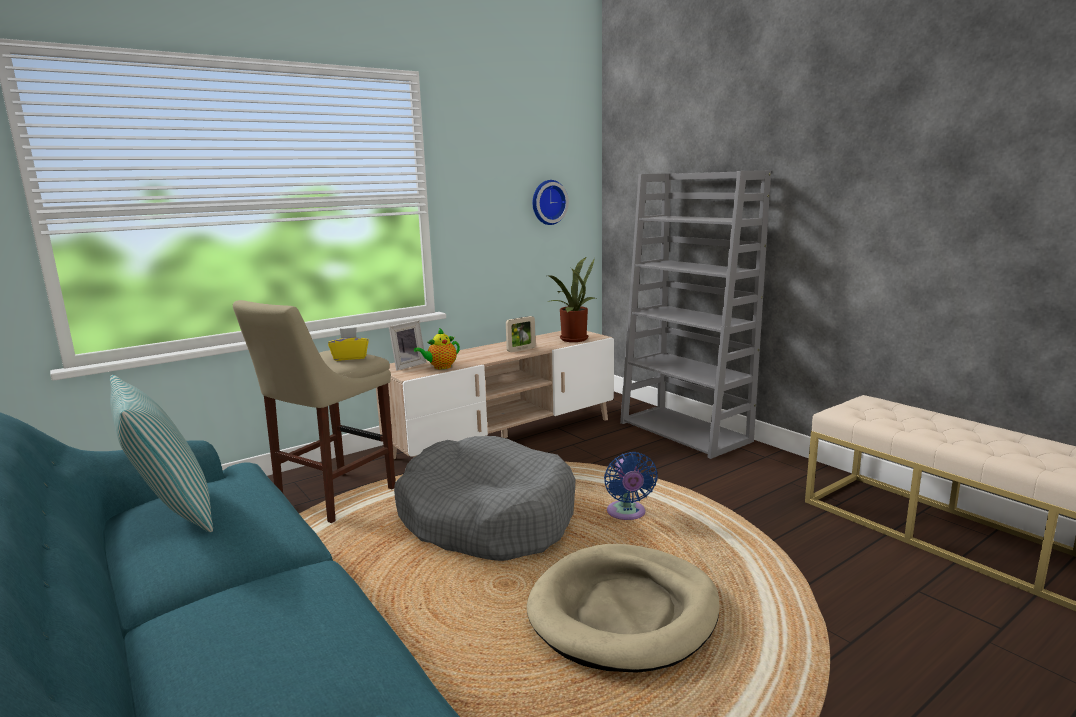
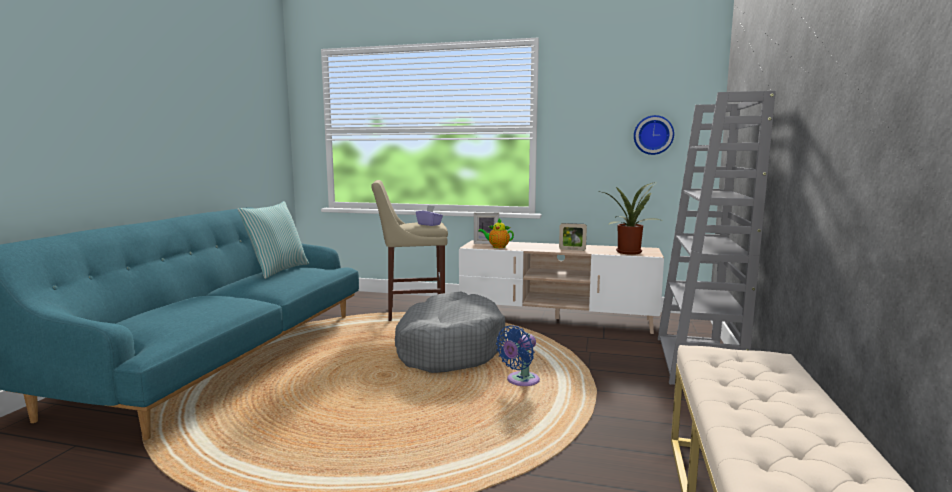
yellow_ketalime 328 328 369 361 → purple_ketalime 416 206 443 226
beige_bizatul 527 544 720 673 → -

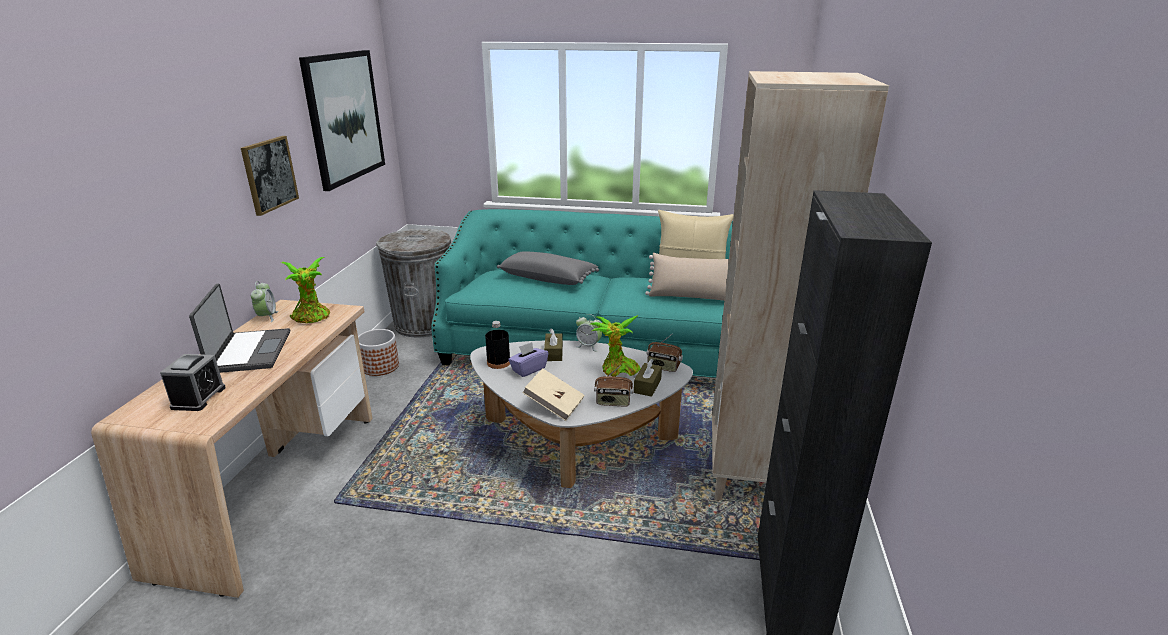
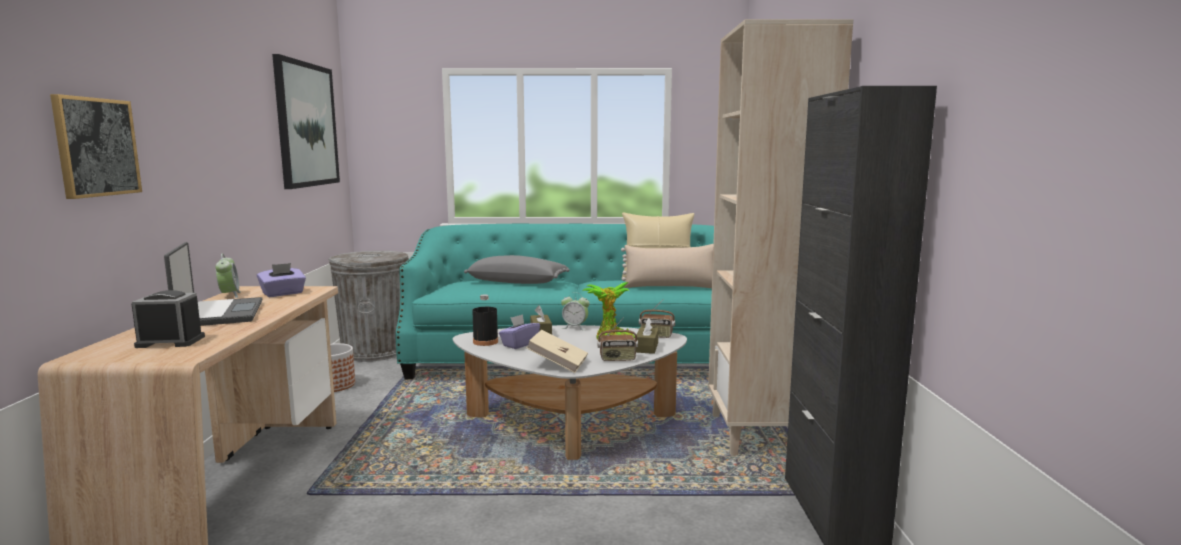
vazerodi 160 354 226 411 → vazerodi 132 290 205 348, 90 degrees counterclockwise
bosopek 241 136 299 216 → bosopek 50 94 142 199, move
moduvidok 281 257 330 323 → purple_ketalime 257 263 306 297

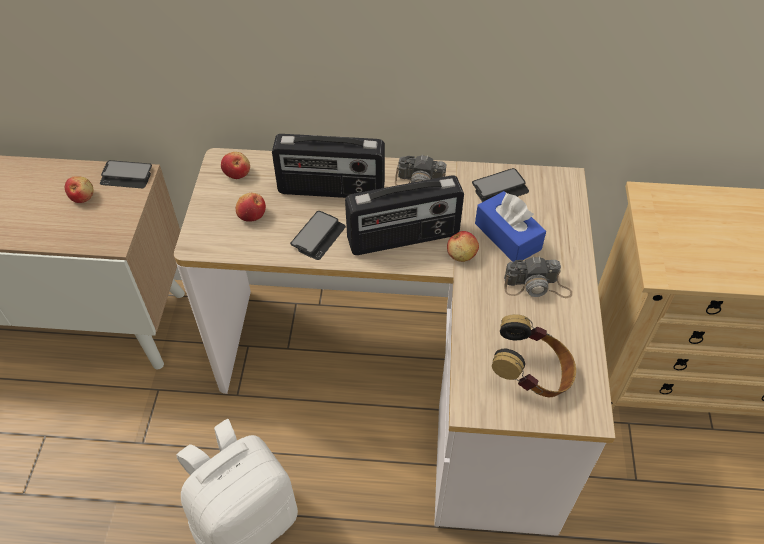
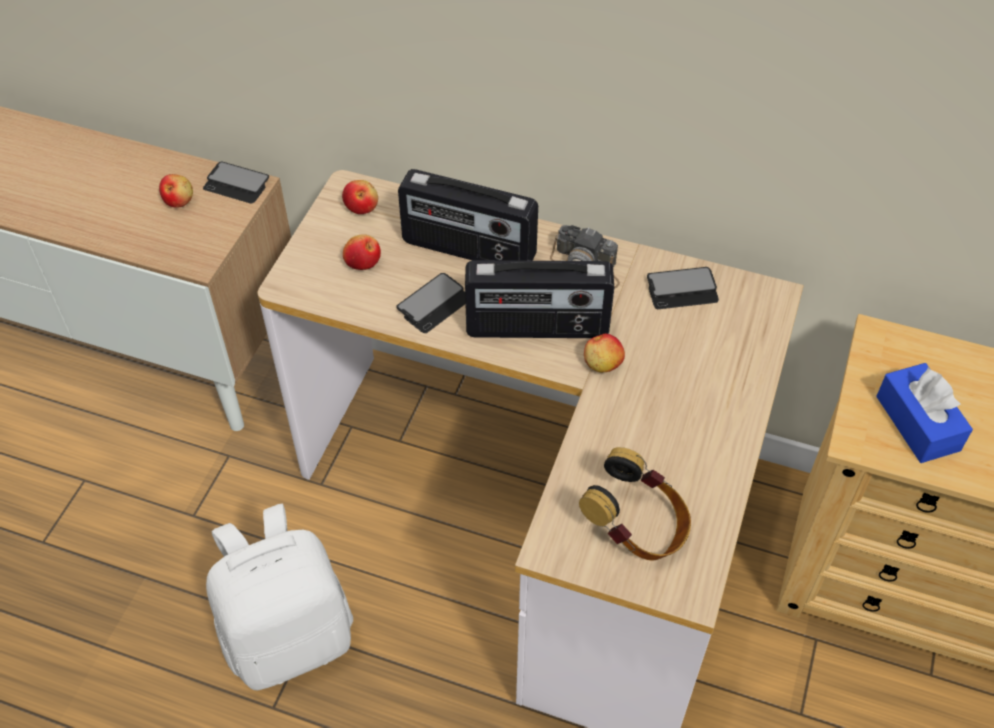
blue_ketalime 475 191 546 262 → blue_ketalime 876 363 973 463, move
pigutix 504 256 572 298 → -

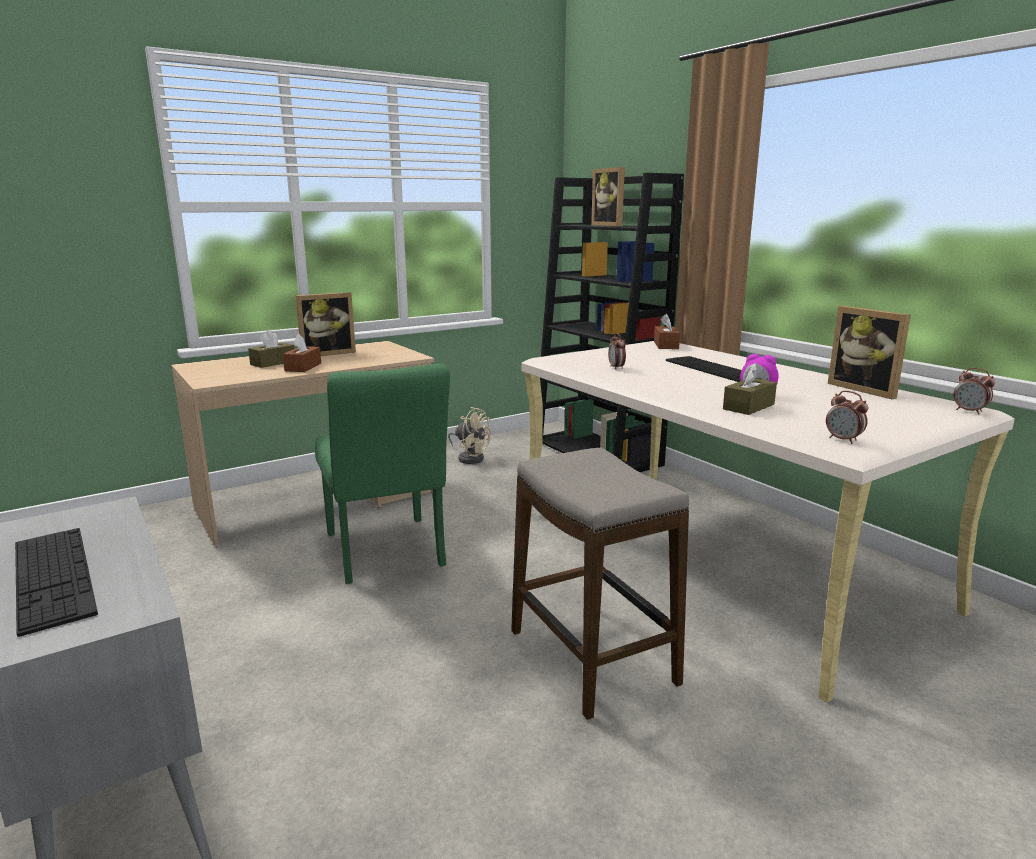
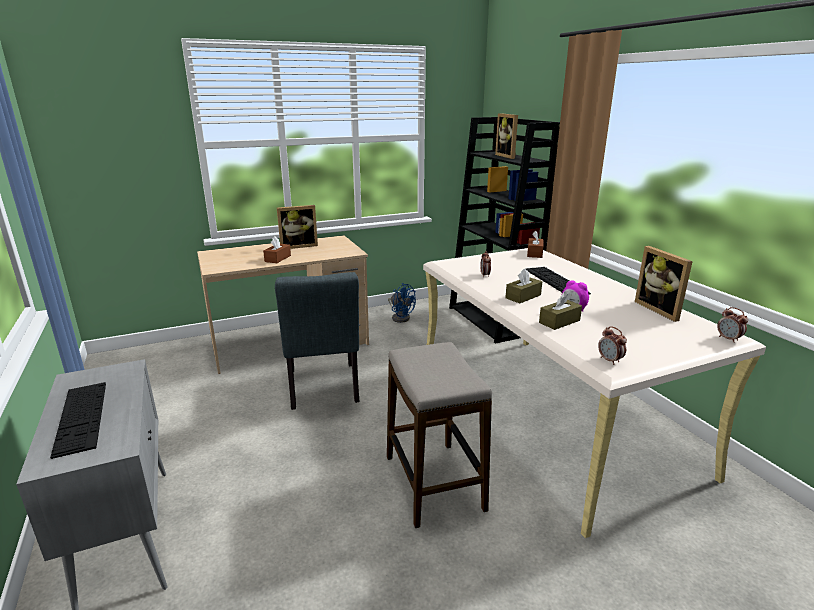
brown_ketalime 248 330 294 368 → brown_ketalime 505 269 542 303, move
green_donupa 315 363 450 584 → grey_donupa 275 272 359 410
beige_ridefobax 448 407 491 464 → blue_ridefobax 388 283 416 323

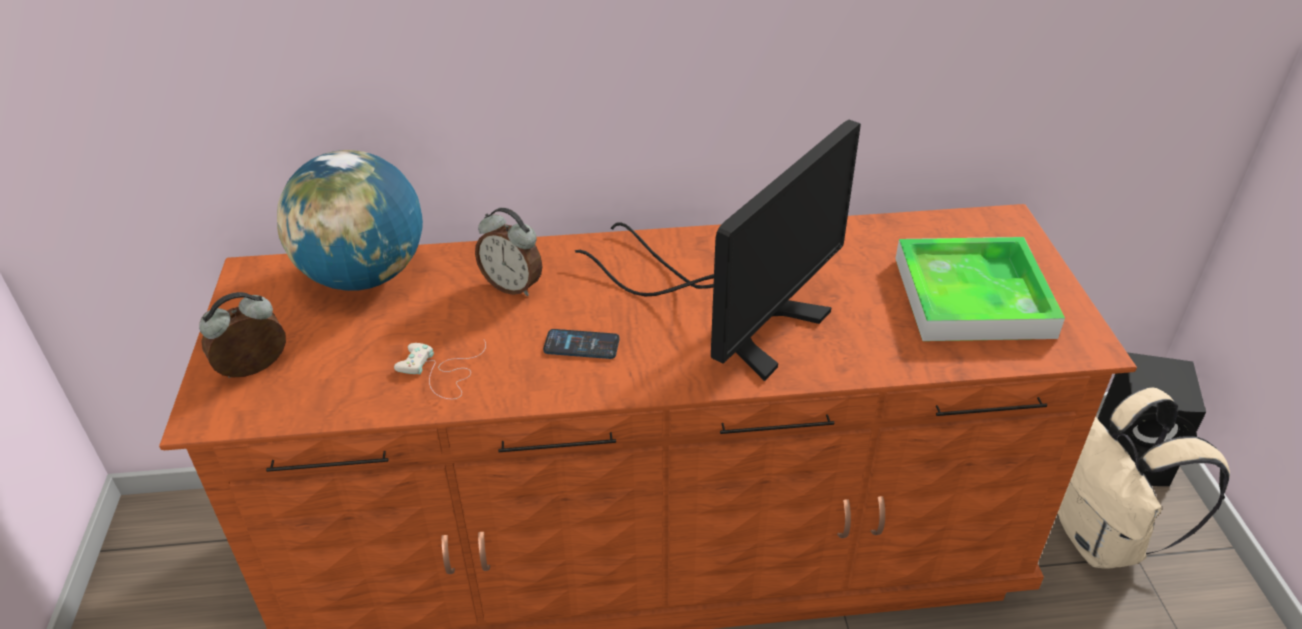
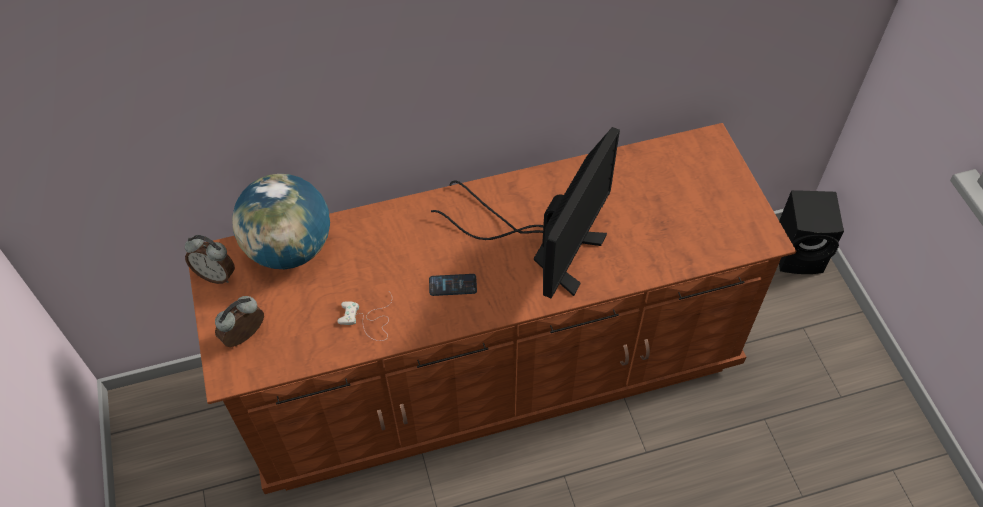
vazerodi 475 208 542 296 → vazerodi 185 235 235 284, move
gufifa 895 237 1065 341 → -
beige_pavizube 1058 387 1230 569 → -

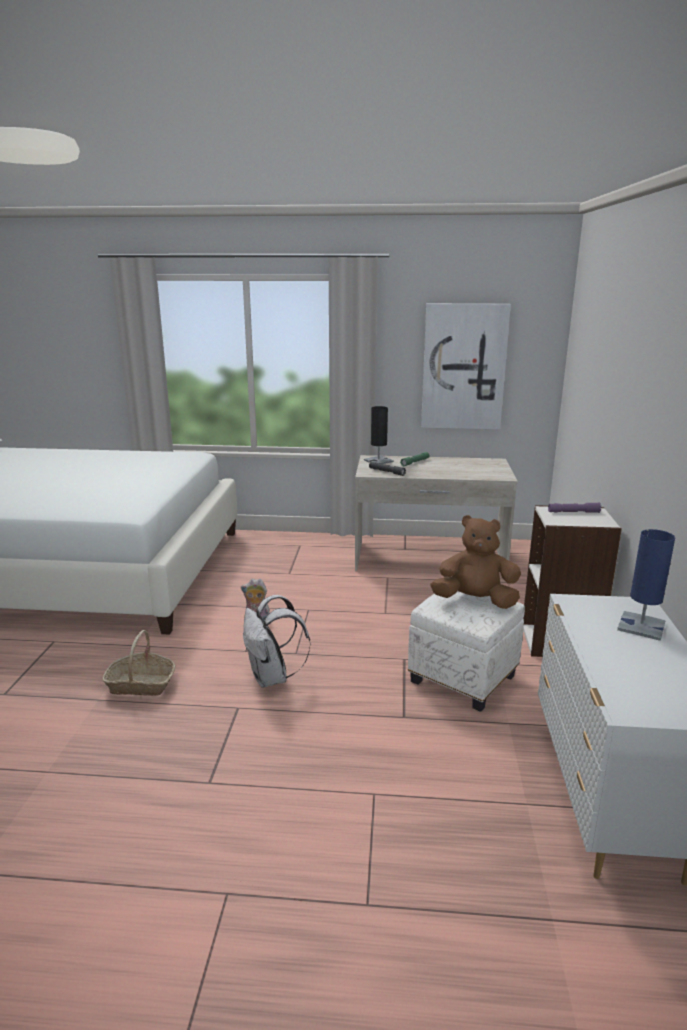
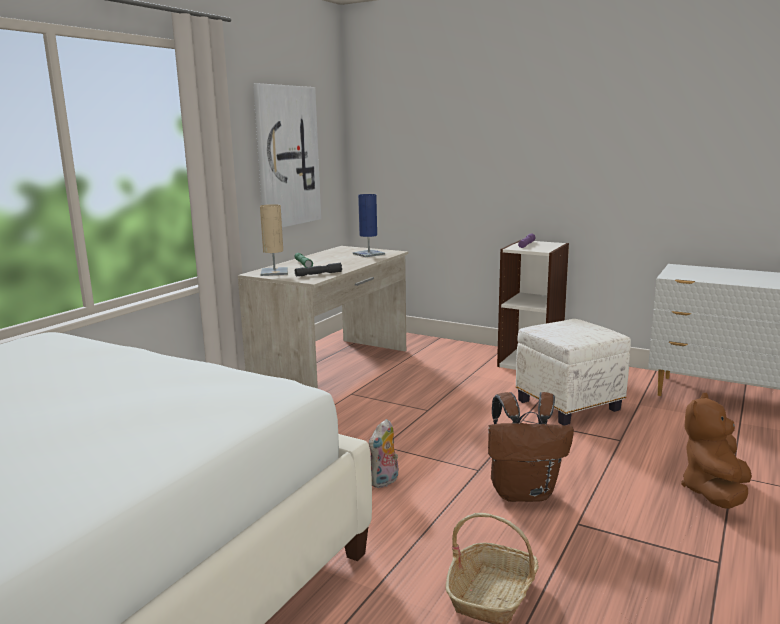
white_pavizube 243 595 310 688 → brown_pavizube 488 392 574 502
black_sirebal 364 406 394 464 → beige_sirebal 260 204 288 276
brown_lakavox 430 515 521 609 → brown_lakavox 681 393 752 509, move
blue_sirebal 617 529 675 641 → blue_sirebal 353 194 385 258, move

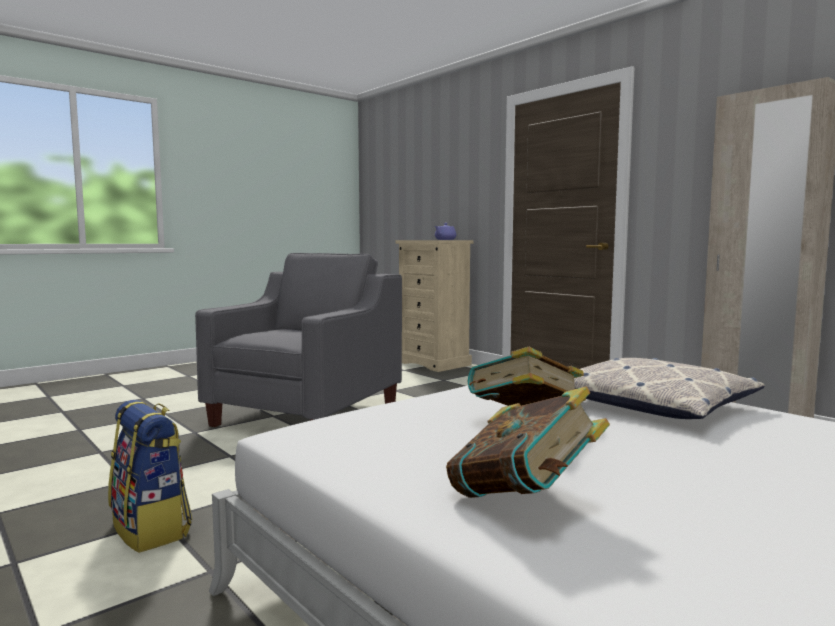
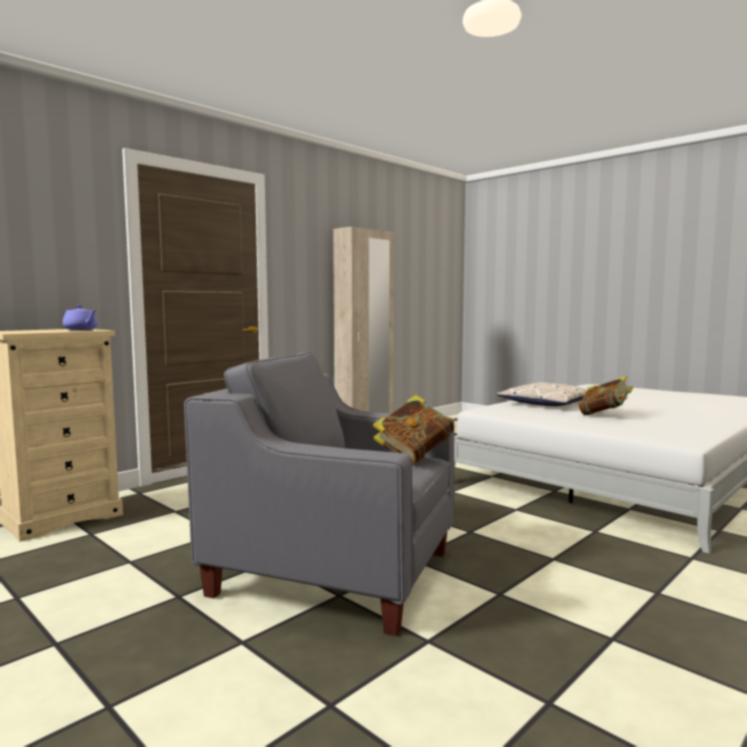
pavizube 108 400 192 553 → -
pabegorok 446 387 610 498 → pabegorok 373 395 454 464, move

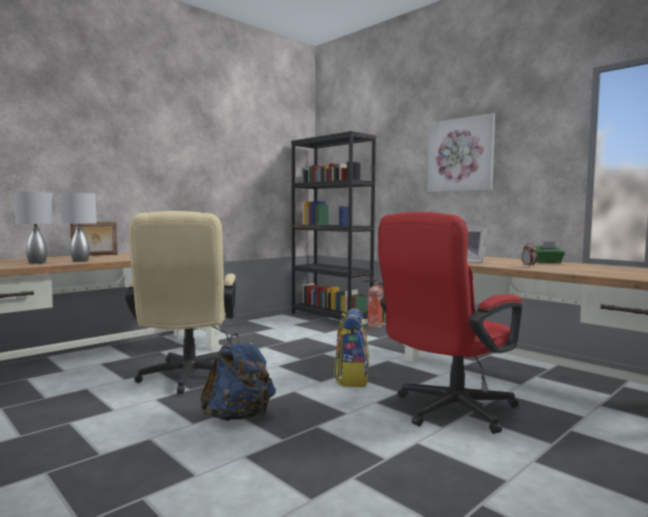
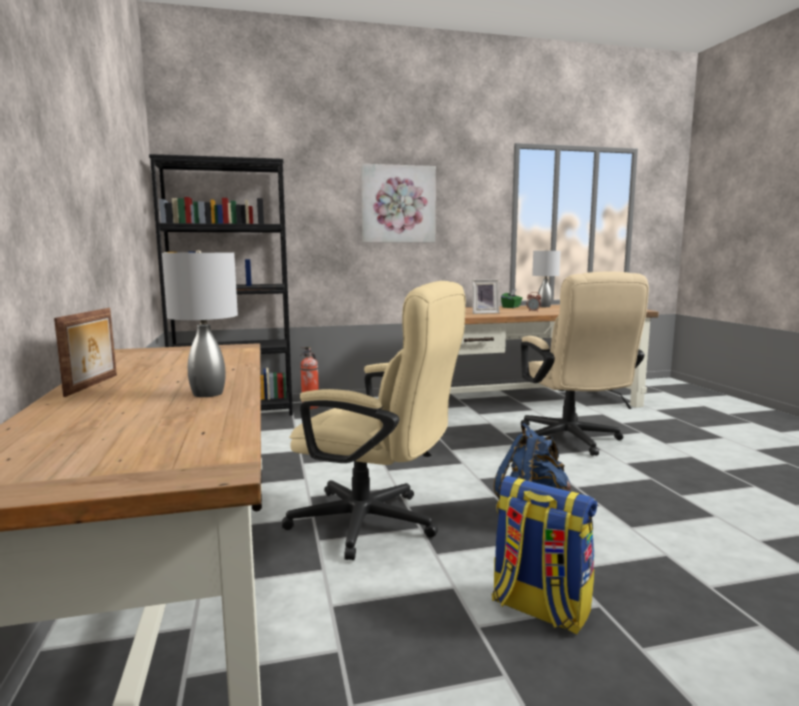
grey_sirebal 14 191 54 264 → grey_sirebal 532 250 561 307, move
pavizube 334 308 369 387 → pavizube 492 476 597 635, move
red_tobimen 378 212 522 434 → beige_tobimen 521 272 649 456

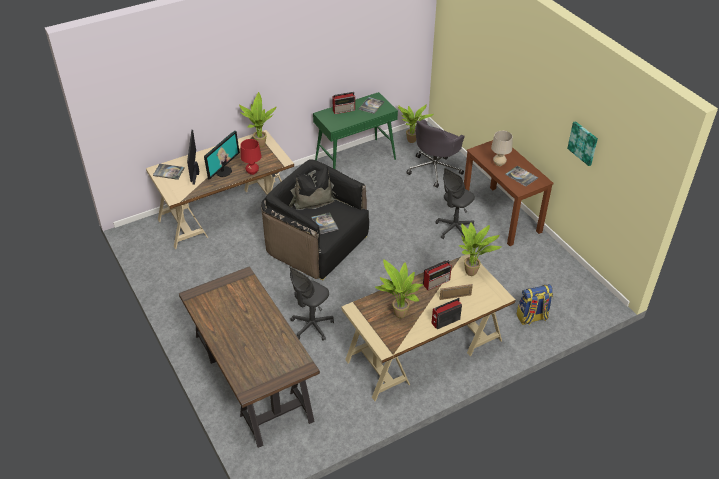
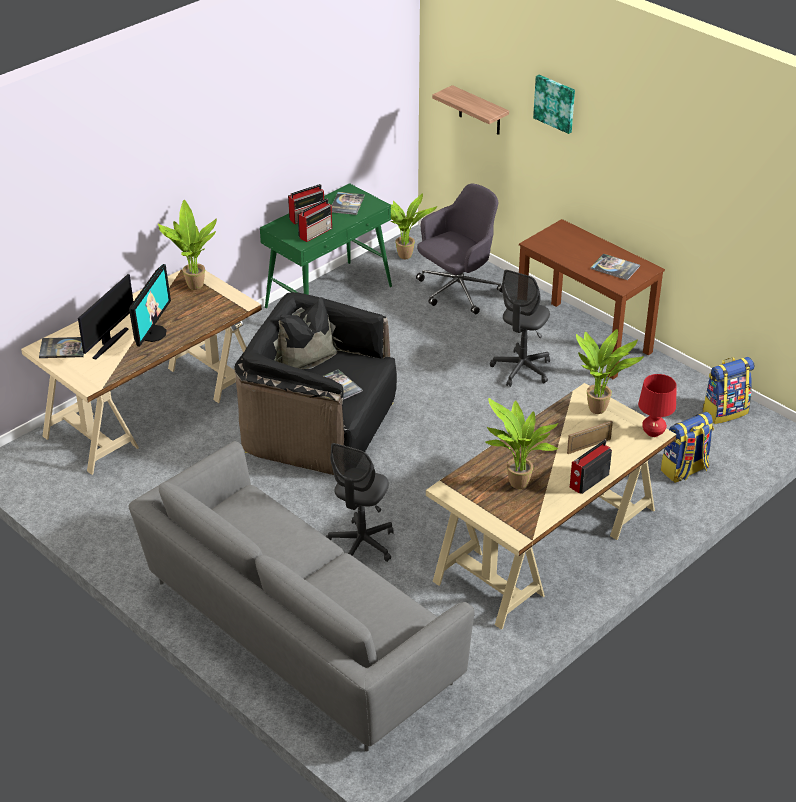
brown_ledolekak 179 266 320 448 → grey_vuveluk 128 441 474 751
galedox 187 130 199 184 → galedox 78 274 133 360, 135 degrees counterclockwise
red_sirebal 240 139 261 175 → red_sirebal 638 374 677 437, move
grey_tobimen 406 119 465 188 → grey_tobimen 416 183 503 314, 150 degrees counterclockwise
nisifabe 423 260 452 290 → nisifabe 298 198 332 242, move
beige_sirebal 491 131 513 166 → -
bosopek 567 121 598 166 → bosopek 533 75 575 134, move
- → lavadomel 432 85 509 135
- → pavizube 702 357 754 424

